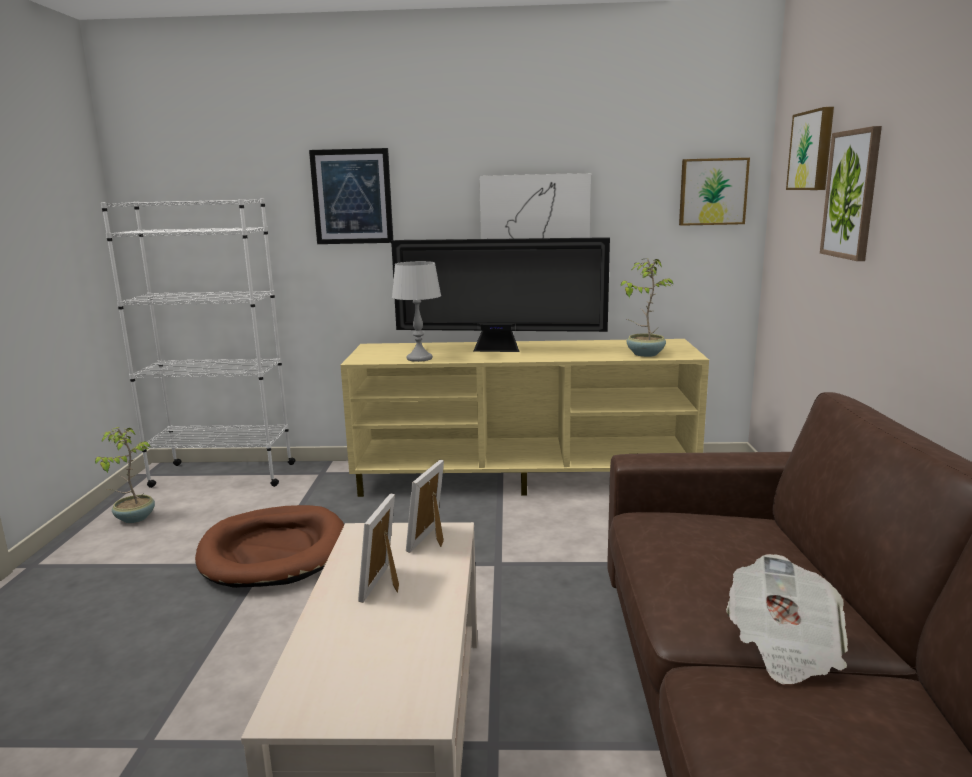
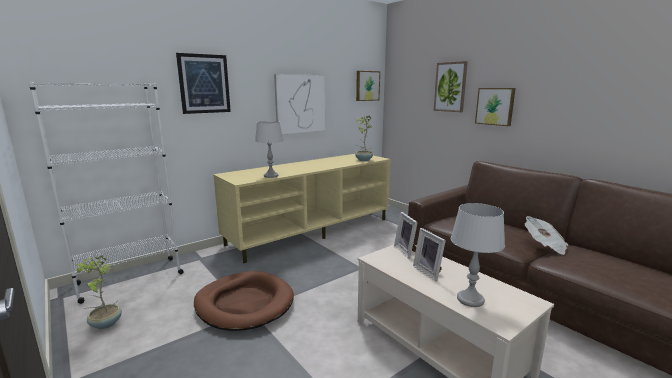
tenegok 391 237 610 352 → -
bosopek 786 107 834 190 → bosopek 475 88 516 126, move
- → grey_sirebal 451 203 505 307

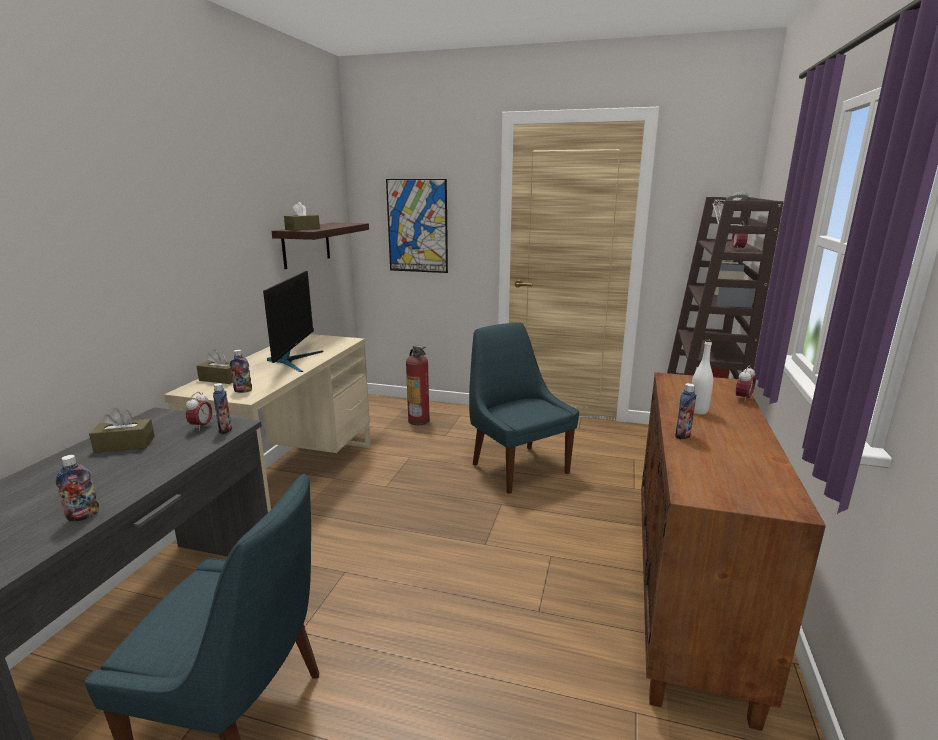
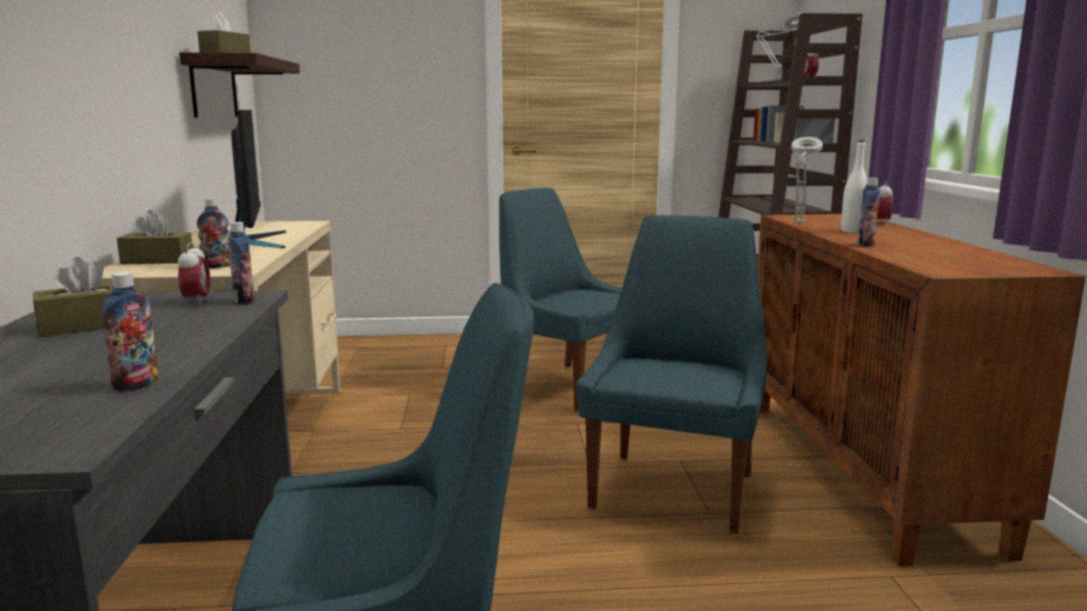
bosopek 386 179 448 273 → -
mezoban 406 345 430 425 → -
- → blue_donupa 576 215 767 534
- → grey_sirebal 791 137 823 223

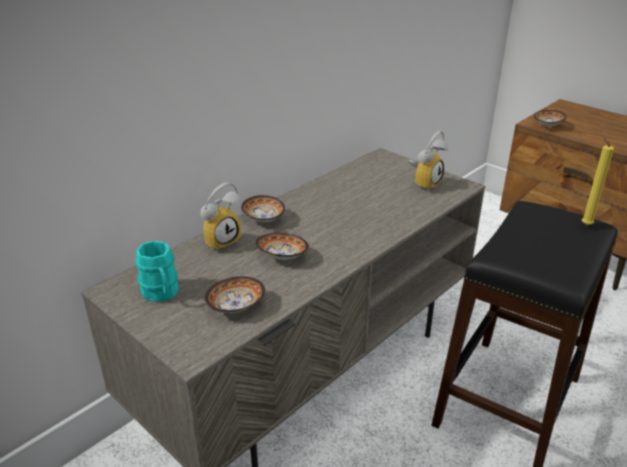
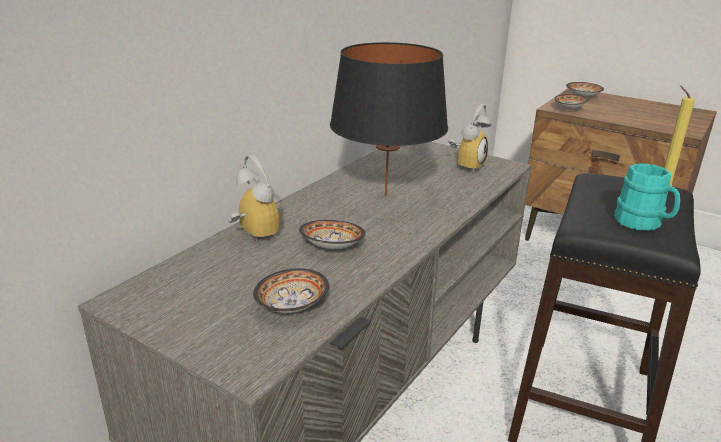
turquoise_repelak 136 241 179 302 → turquoise_repelak 614 164 680 231, move
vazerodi 200 183 242 252 → vazerodi 228 155 280 242, 75 degrees counterclockwise
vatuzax 241 195 285 222 → vatuzax 566 82 604 97, move
- → black_sirebal 330 42 448 196

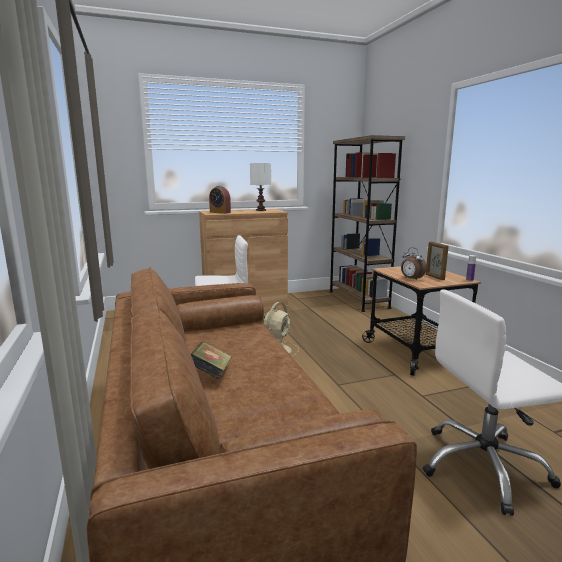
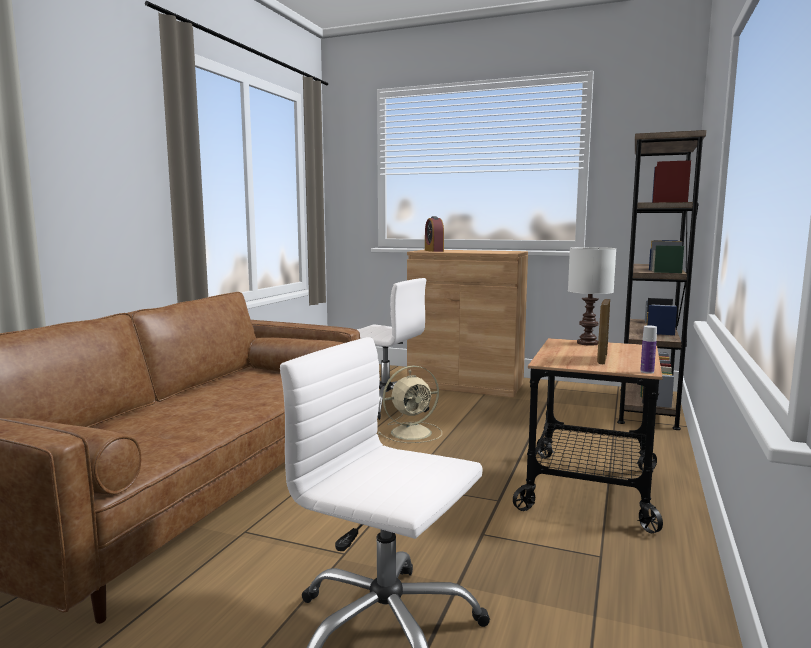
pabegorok 191 341 232 379 → -
white_sirebal 250 163 271 211 → white_sirebal 568 247 616 346, move
vazerodi 401 248 427 281 → -

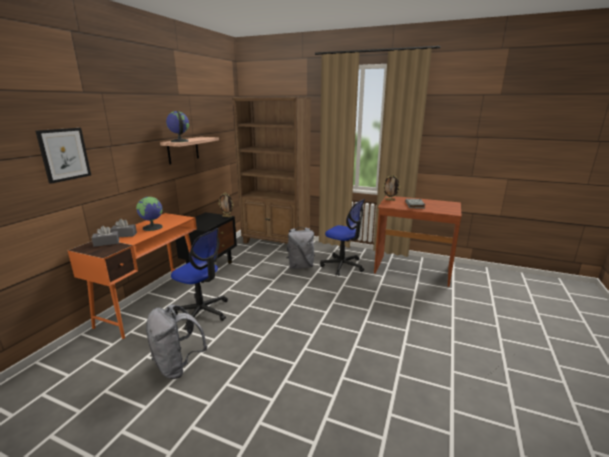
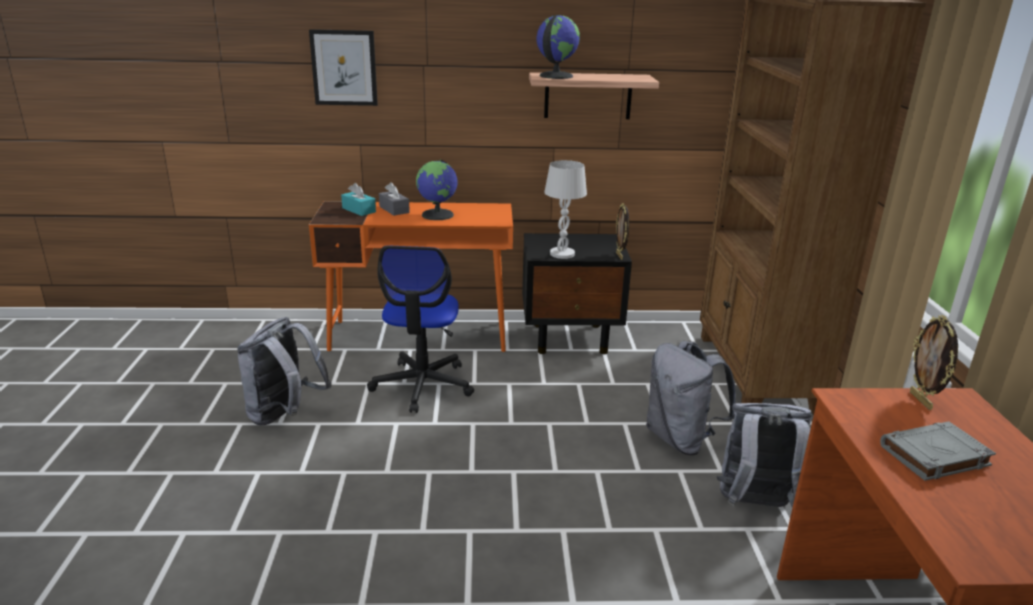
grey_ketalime 92 226 119 247 → turquoise_ketalime 341 183 376 216
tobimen 320 199 365 276 → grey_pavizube 717 403 812 508
- → white_sirebal 544 160 587 259

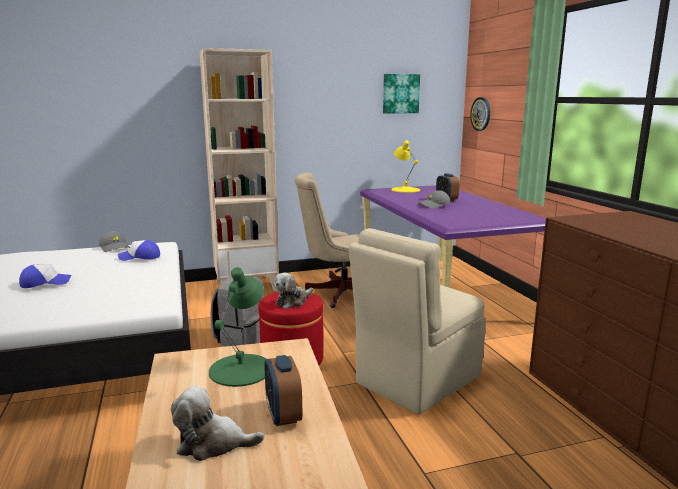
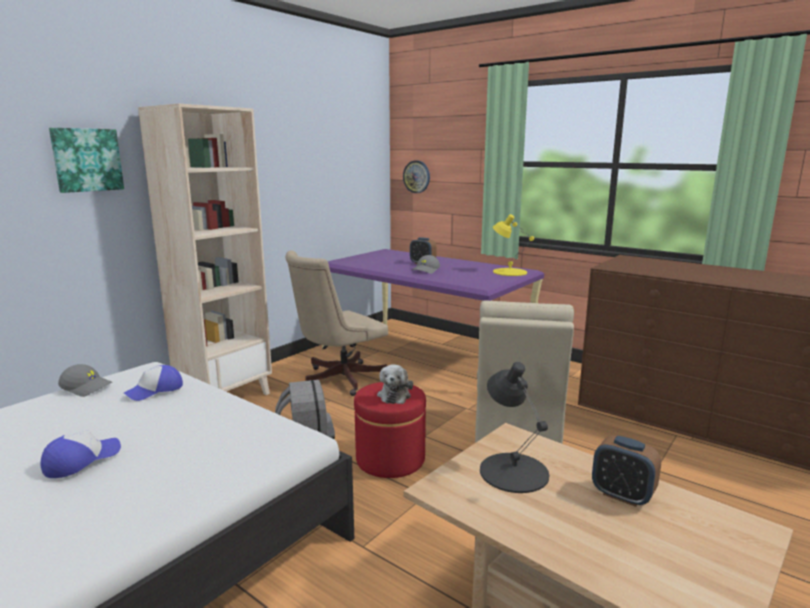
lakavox 171 386 264 461 → -
green_sirebal 209 267 267 387 → black_sirebal 480 362 549 493
bosopek 383 74 420 114 → bosopek 49 128 124 193, move
yellow_sirebal 391 140 420 193 → yellow_sirebal 493 214 534 276, move

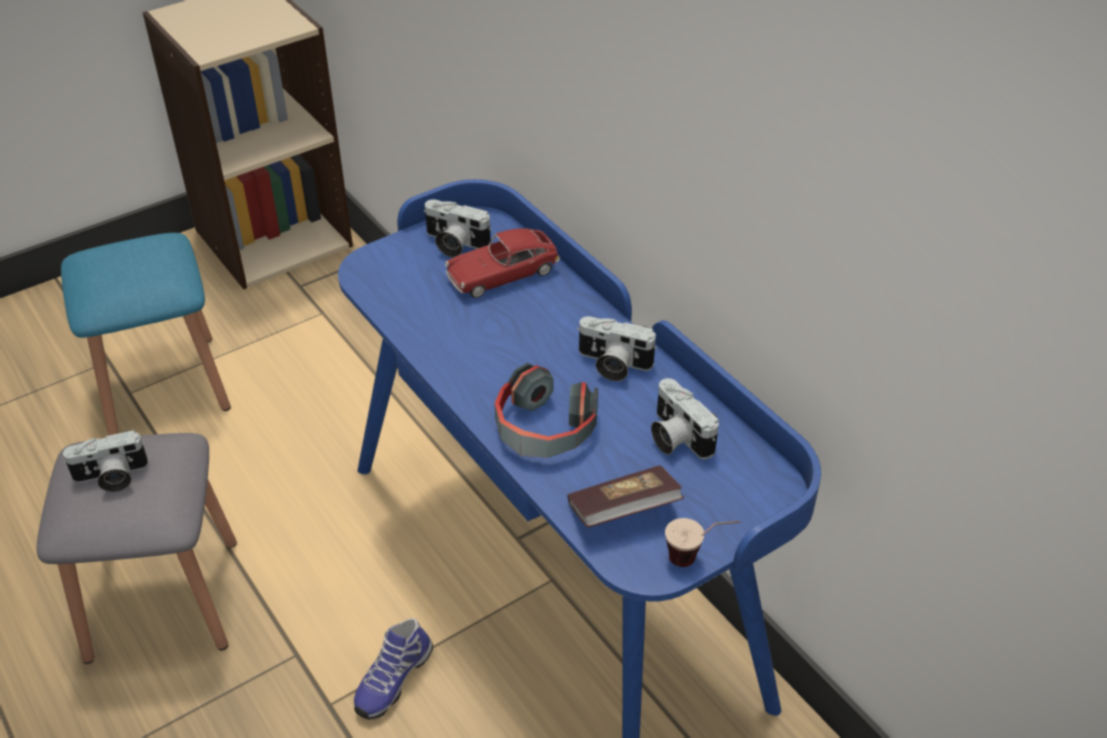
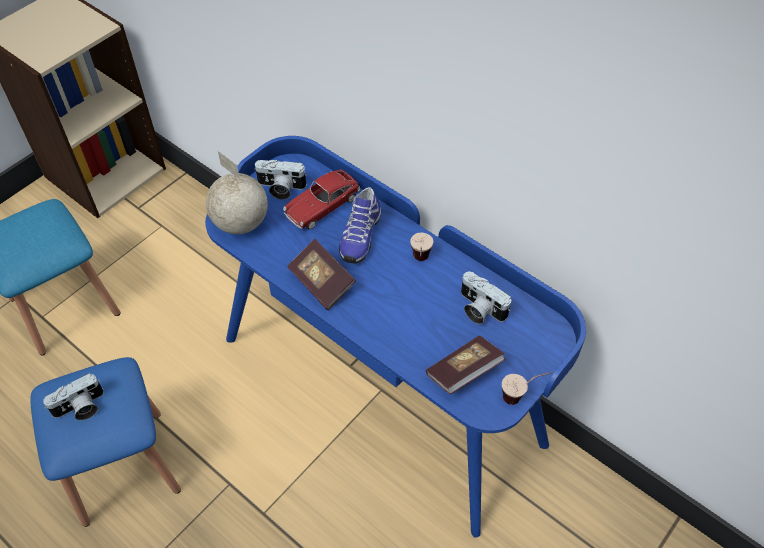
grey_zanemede 37 433 237 664 → blue_zanemede 30 357 181 527
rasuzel 354 618 433 719 → rasuzel 339 187 381 263, move
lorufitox 494 363 598 458 → -
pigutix 577 316 658 381 → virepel 410 233 433 261
- → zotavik 206 151 268 234
- → pabegorok 287 239 356 310

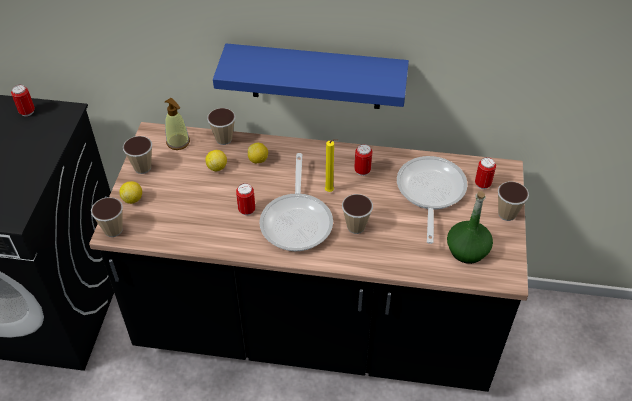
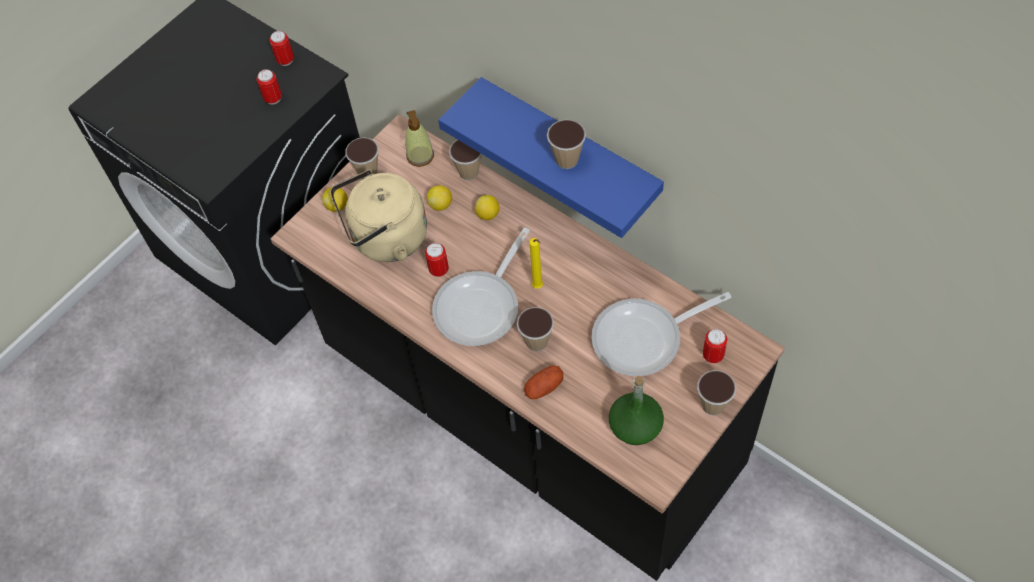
virepel 91 197 123 237 → virepel 547 119 586 169, move
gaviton 354 144 372 176 → gaviton 257 69 282 104, move
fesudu 397 156 468 244 → fesudu 592 292 731 376, 150 degrees counterclockwise
- → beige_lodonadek 330 169 427 262
- → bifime 524 365 563 399

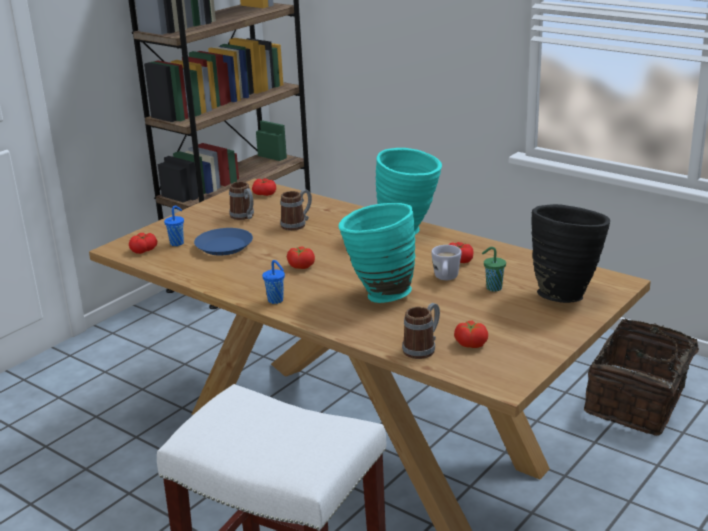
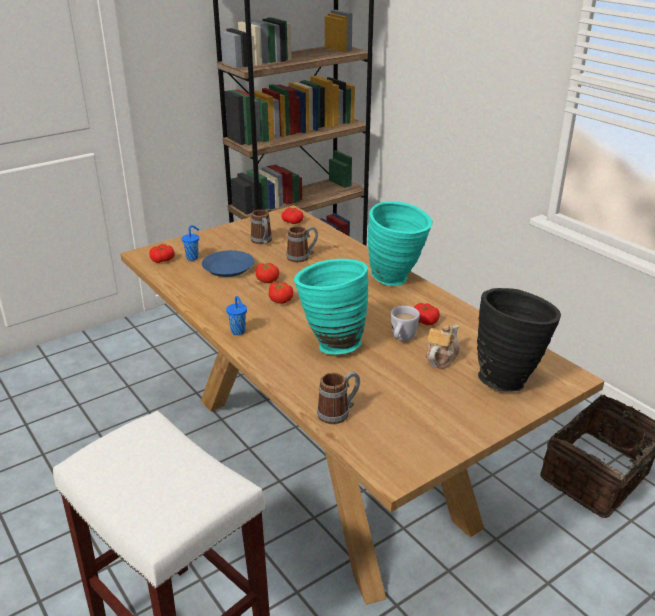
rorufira 454 321 488 348 → rorufira 256 263 279 283, move
green_virepel 482 247 506 292 → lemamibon 425 324 460 369

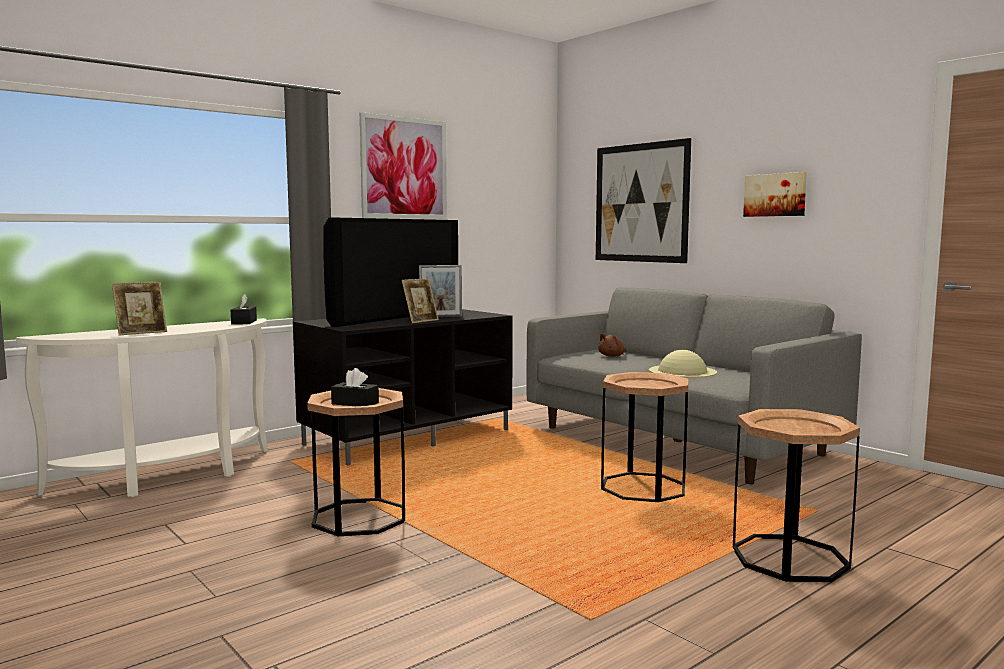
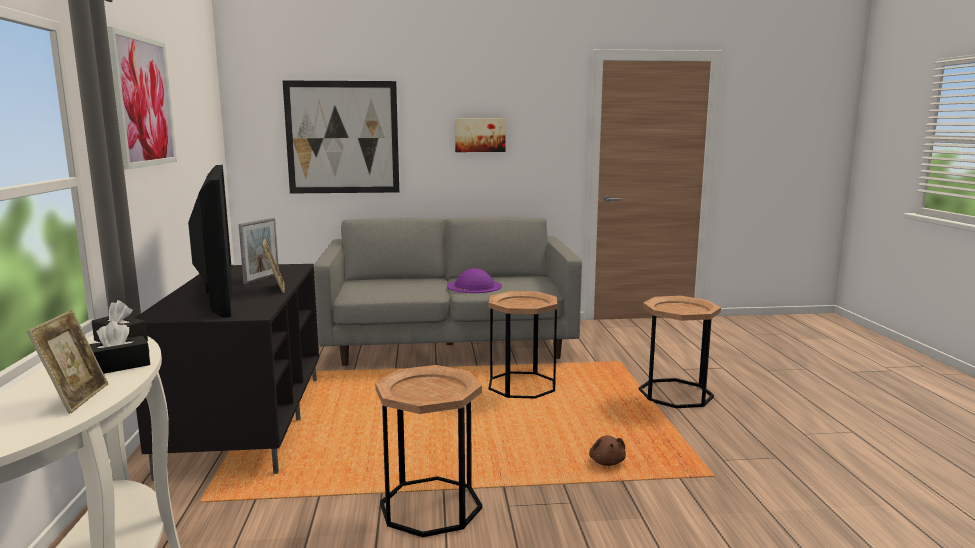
black_ketalime 331 368 379 406 → black_ketalime 89 321 150 374, move
brown_lakavox 598 333 627 357 → brown_lakavox 589 435 626 466, move
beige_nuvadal 649 350 717 378 → purple_nuvadal 447 268 502 293

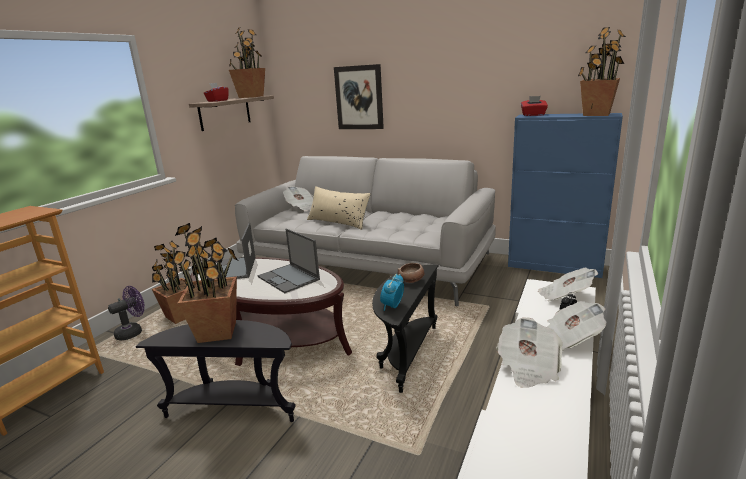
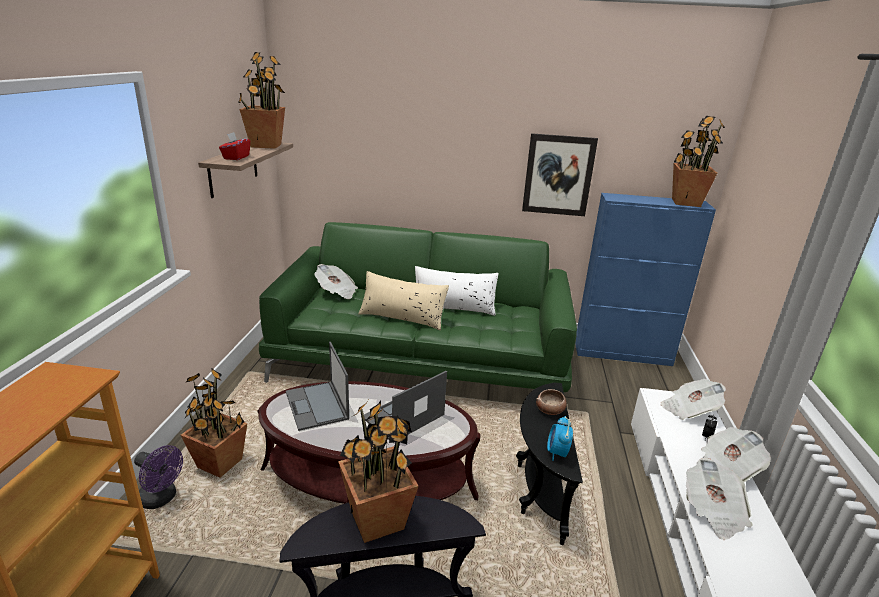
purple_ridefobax 108 286 144 340 → purple_ridefobax 134 445 183 509, 90 degrees clockwise
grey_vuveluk 235 156 496 306 → green_vuveluk 259 222 577 392
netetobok 257 229 320 293 → netetobok 364 371 447 443, 105 degrees clockwise
bosopek 334 64 384 129 → bosopek 522 133 598 216, move
red_ketalime 521 96 548 116 → -
- → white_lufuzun 415 266 498 316

